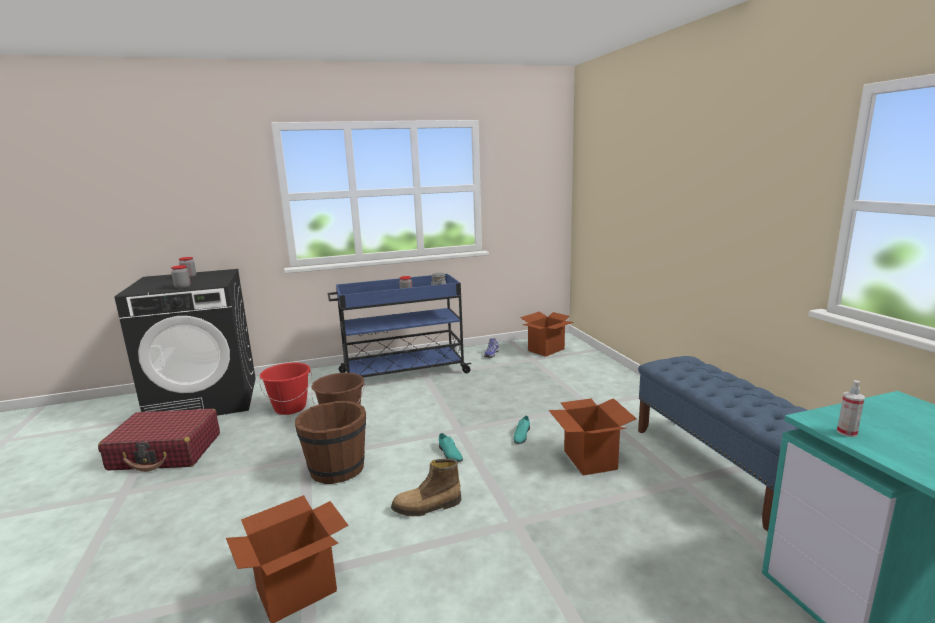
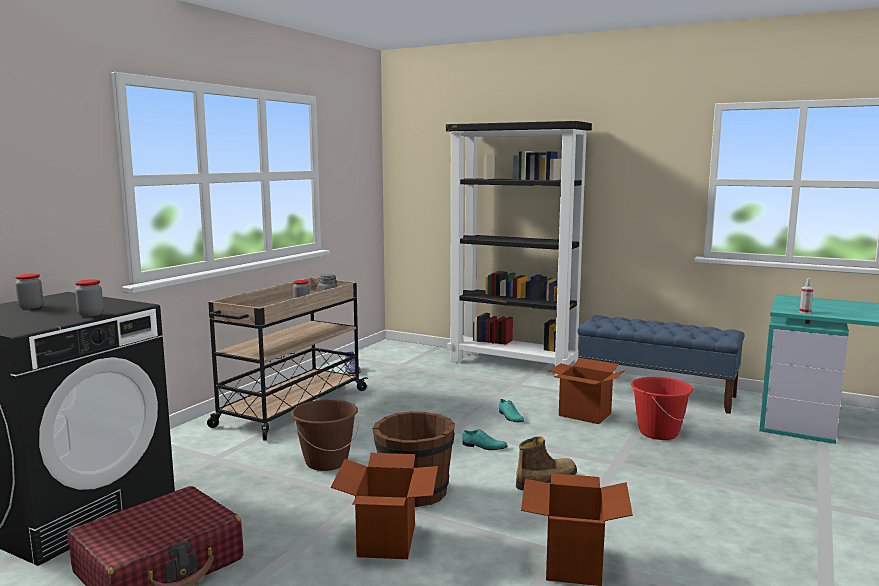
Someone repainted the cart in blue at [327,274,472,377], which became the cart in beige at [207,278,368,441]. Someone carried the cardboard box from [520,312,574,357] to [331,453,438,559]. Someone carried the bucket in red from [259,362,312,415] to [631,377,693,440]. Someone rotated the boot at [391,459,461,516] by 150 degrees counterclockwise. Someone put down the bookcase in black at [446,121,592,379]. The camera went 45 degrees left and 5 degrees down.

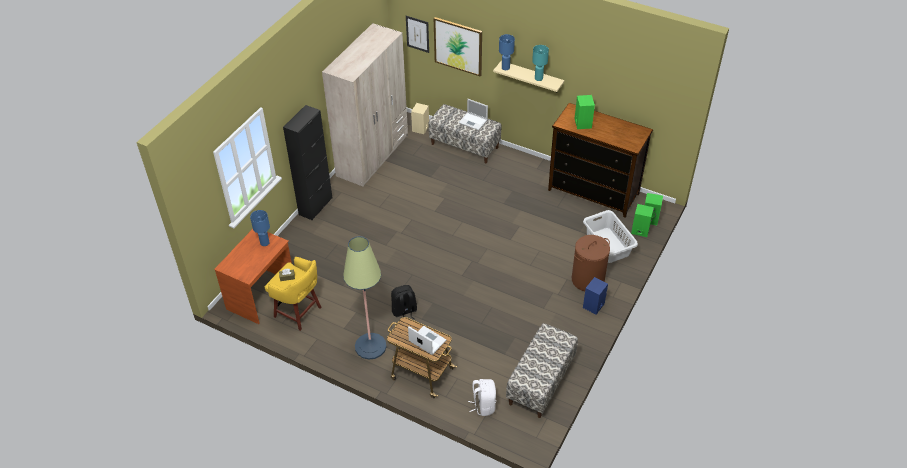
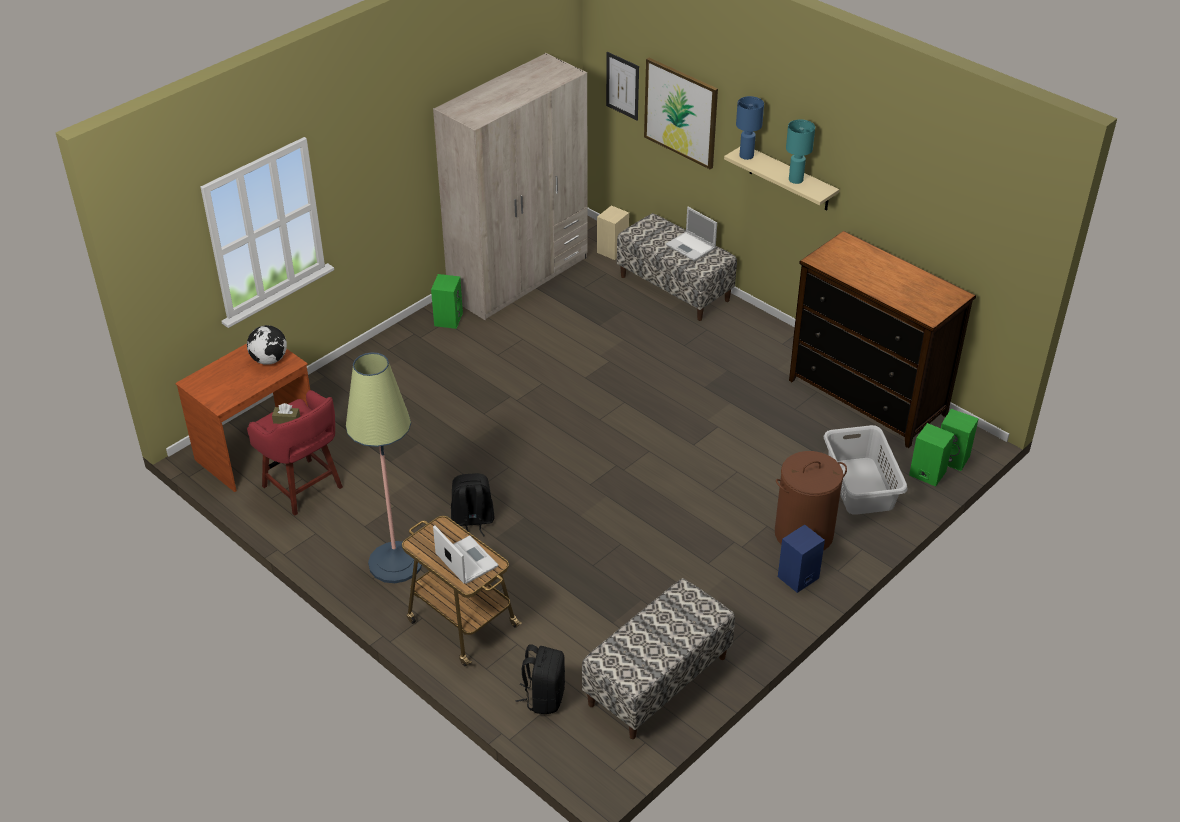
Someone carried the speaker in green from [575,95,595,129] to [431,274,463,329]. Someone took away the cabinet in black at [283,105,333,220]. Someone swapped the table lamp in blue at [250,210,270,246] for the globe at [247,325,287,365]. Someone repainted the stool in yellow at [265,257,322,331], which became the stool in red at [247,390,343,516]. Someone repainted the backpack in white at [468,379,496,416], which became the backpack in black at [516,644,565,714]. The camera went 15 degrees right and 5 degrees down.

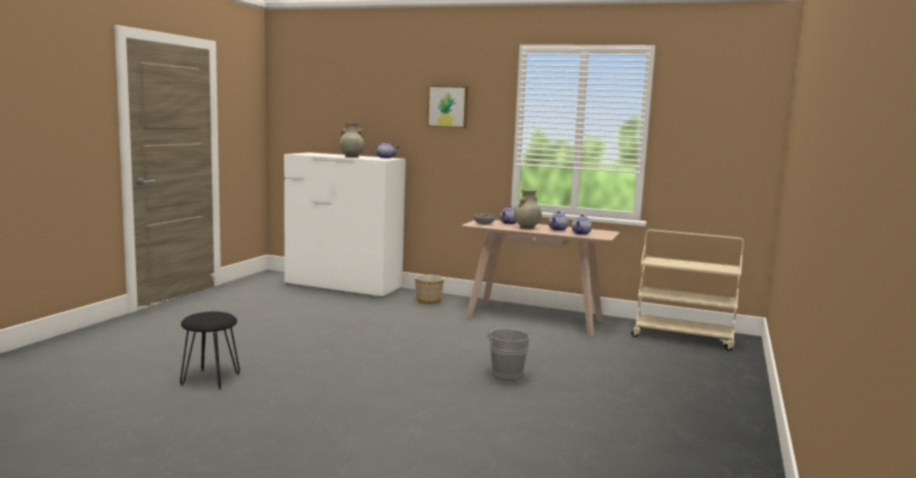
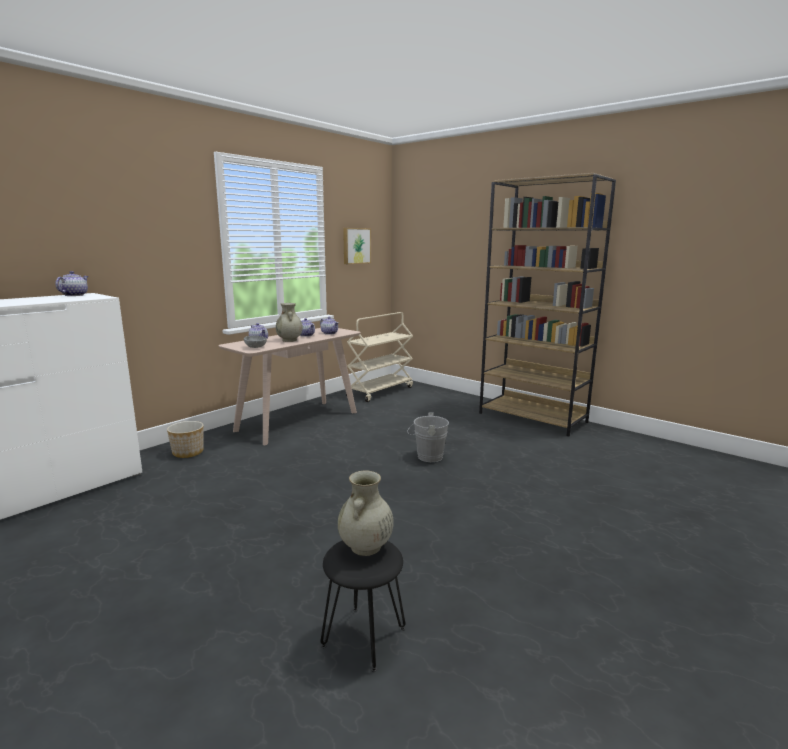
Someone carried the picture from [427,85,468,128] to [343,228,371,264]. Someone carried the vase in beige from [339,122,364,158] to [338,471,394,556]. Someone put down the bookcase in brown at [479,173,616,436]. The camera went 70 degrees left and 5 degrees up.

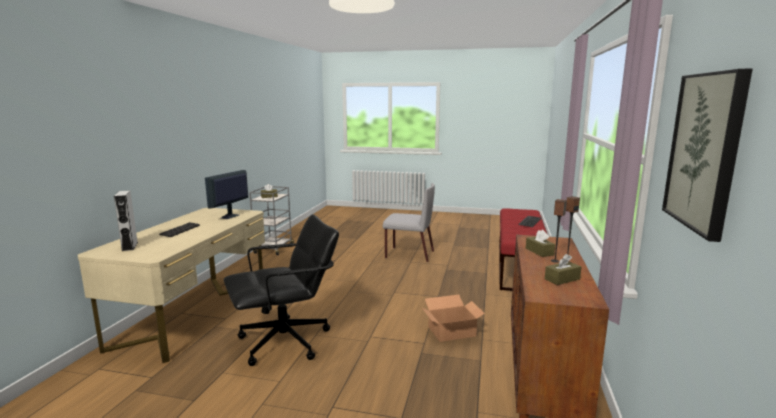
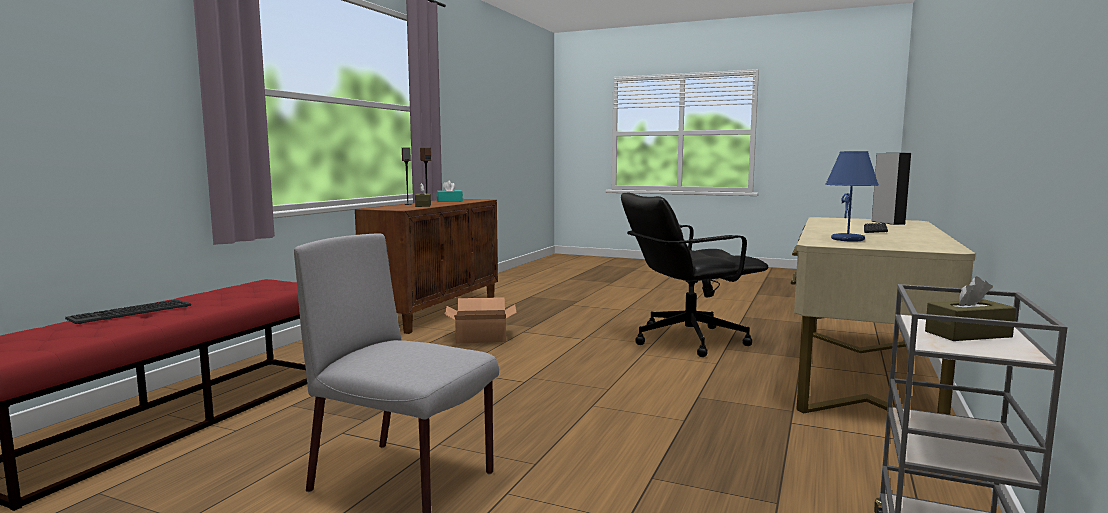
Someone took away the picture at [662,69,753,242]. Someone swapped the monitor at [205,170,248,219] for the table lamp in blue at [825,151,879,242]. Someone repainted the tissue box in brown at [545,254,581,285], which became the tissue box in turquoise at [437,181,463,202]. The camera went 170 degrees left and 5 degrees down.

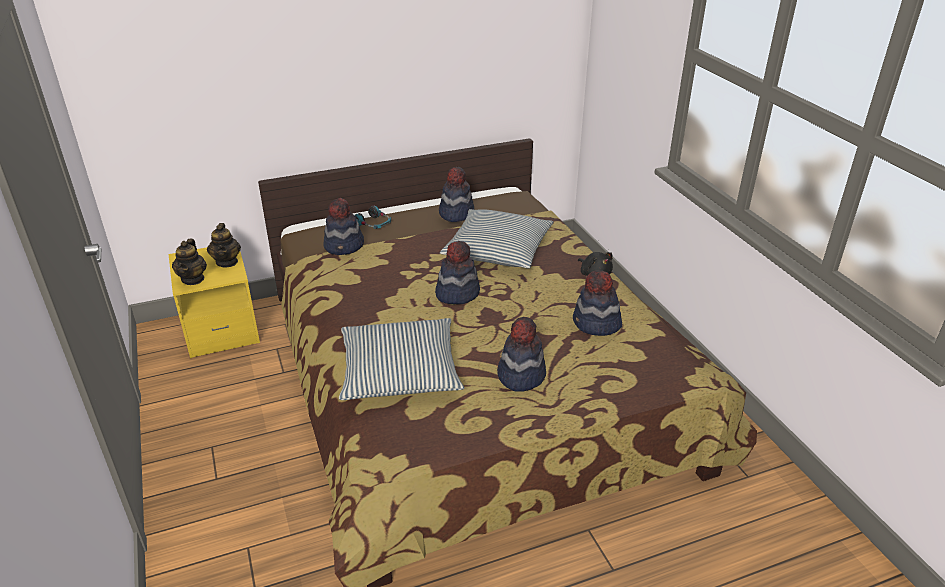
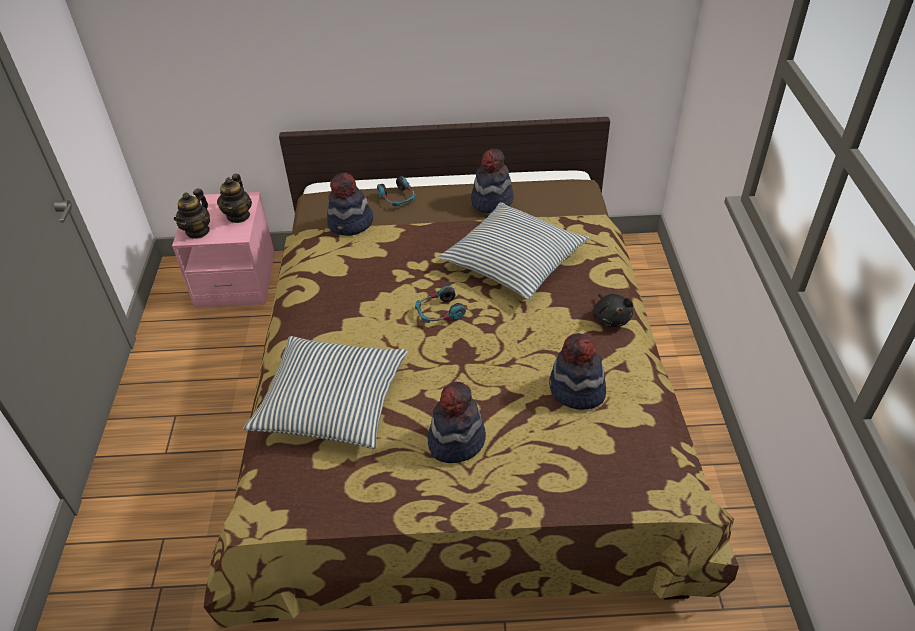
Someone swapped the hat at [435,241,480,304] for the headphones at [415,286,466,323]. Someone repainted the nightstand in yellow at [169,247,260,358], which became the nightstand in pink at [172,192,275,308]. The camera went 20 degrees right and 10 degrees up.

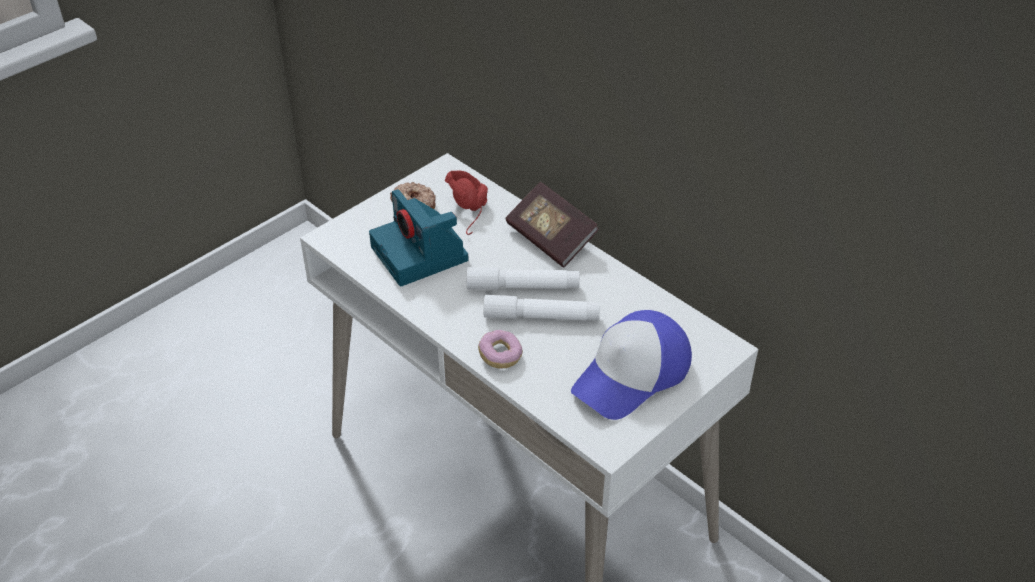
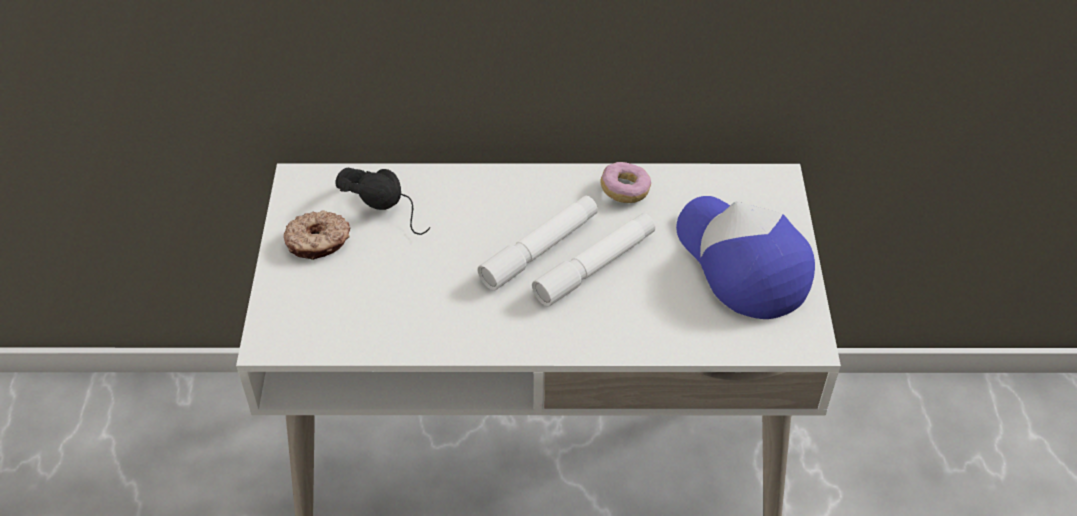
Someone repainted the headphones in red at [445,171,488,235], which became the headphones in black at [335,168,430,235]. Someone took away the book at [505,182,599,267]. Someone took away the photo camera at [369,189,469,286]. Someone rotated the cap at [571,310,692,420] by 150 degrees clockwise. Someone carried the donut from [478,330,523,368] to [600,162,651,203]. The camera went 45 degrees left and 5 degrees up.

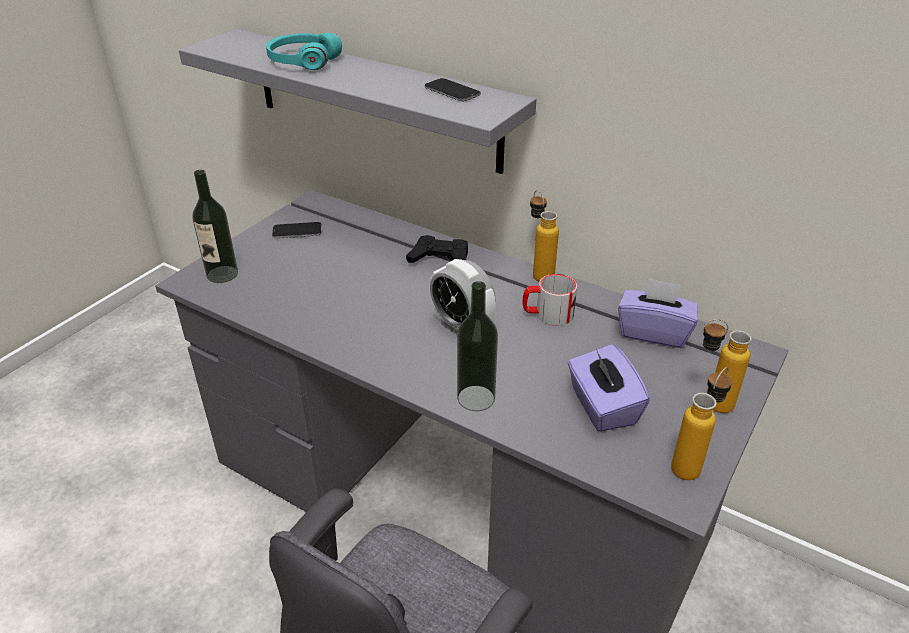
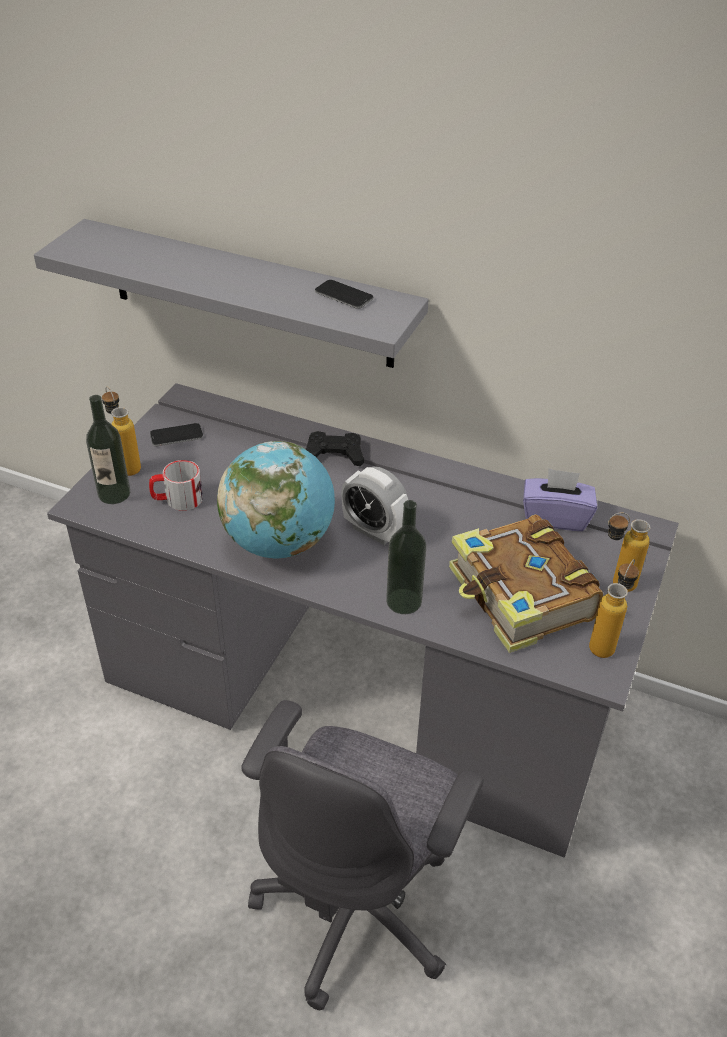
Someone took away the headphones in turquoise at [266,33,342,70]. Someone carried the bottle from [530,190,559,282] to [102,387,141,476]. Someone carried the mug from [523,274,577,326] to [149,460,203,511]. Someone swapped the tissue box in purple at [568,344,650,432] for the book at [449,514,603,653]. Someone put down the globe at [217,441,335,559]. The camera went 10 degrees left and 5 degrees up.

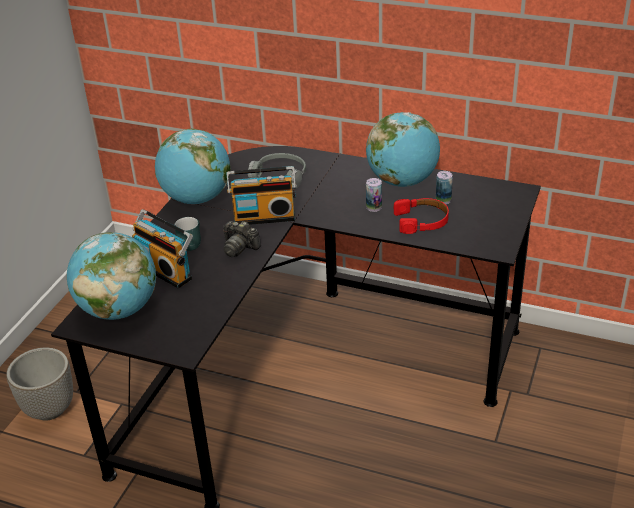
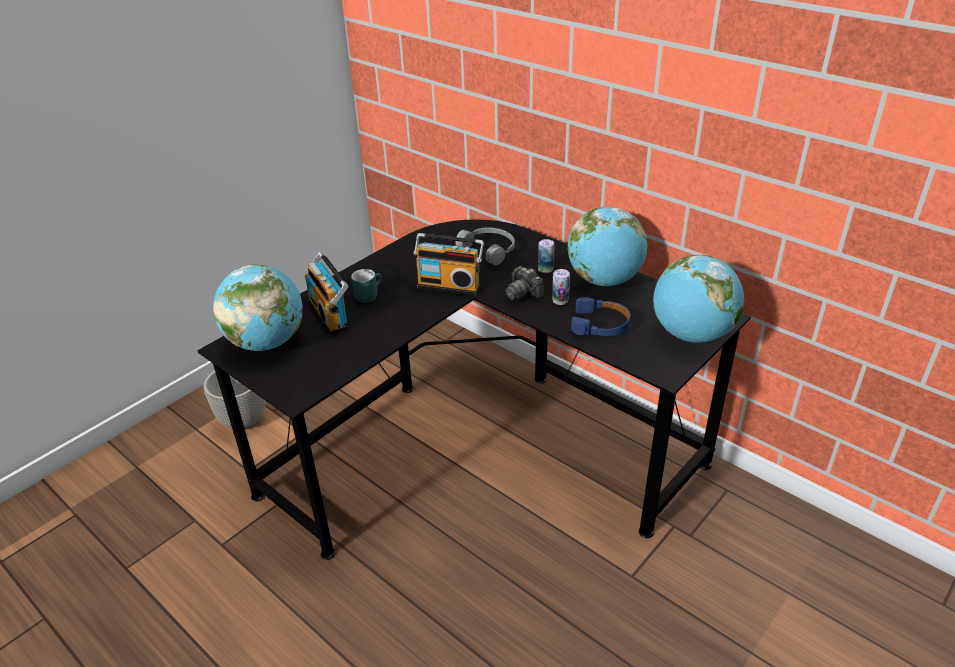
Someone carried the globe from [155,129,230,204] to [653,255,744,343]. Someone carried the can from [436,171,453,204] to [538,239,554,273]. Someone repainted the headphones in red at [394,198,449,234], which became the headphones in blue at [571,297,631,336]. Someone carried the photo camera from [223,221,261,257] to [506,266,544,301]. The camera went 20 degrees right and 0 degrees up.

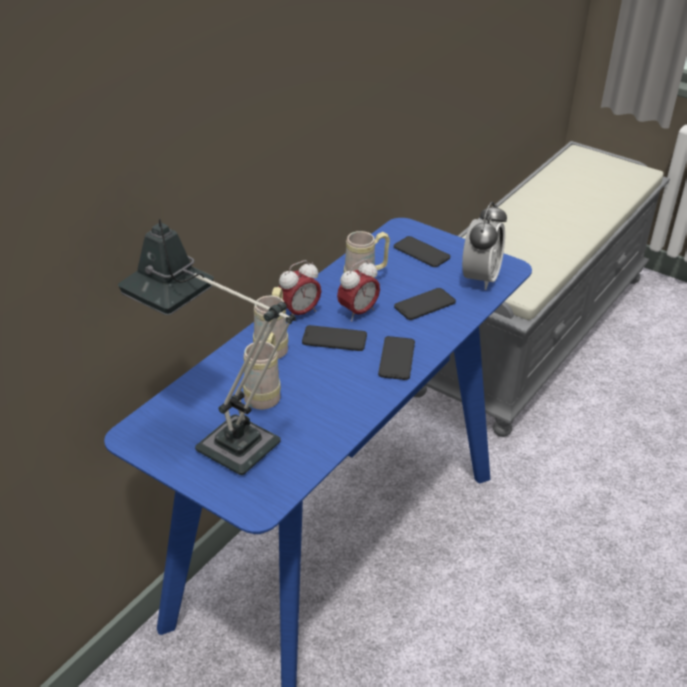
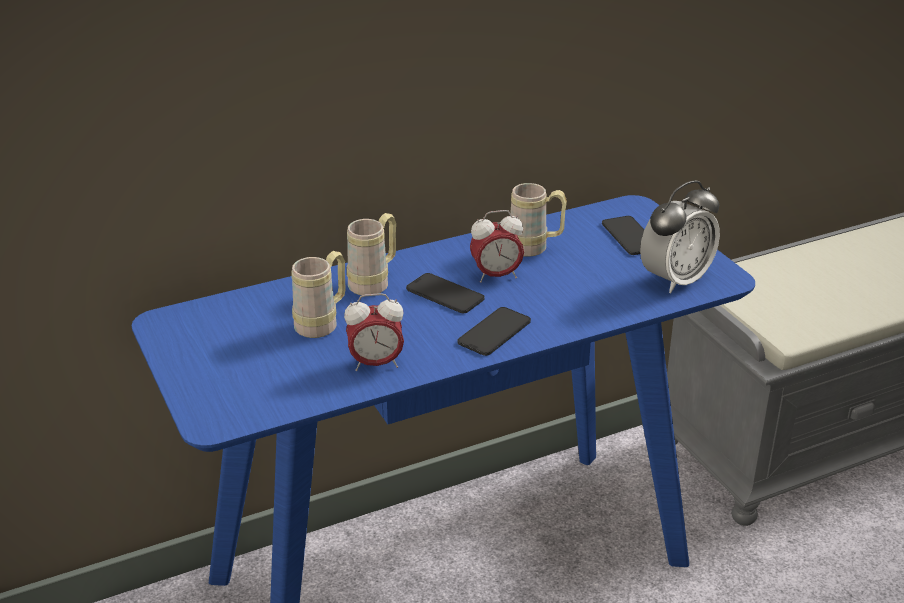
Someone took away the table lamp at [118,219,296,475]. Someone carried the alarm clock from [279,260,321,315] to [344,293,404,371]. Someone took away the phone at [394,288,456,320]. The camera went 30 degrees right and 5 degrees down.

